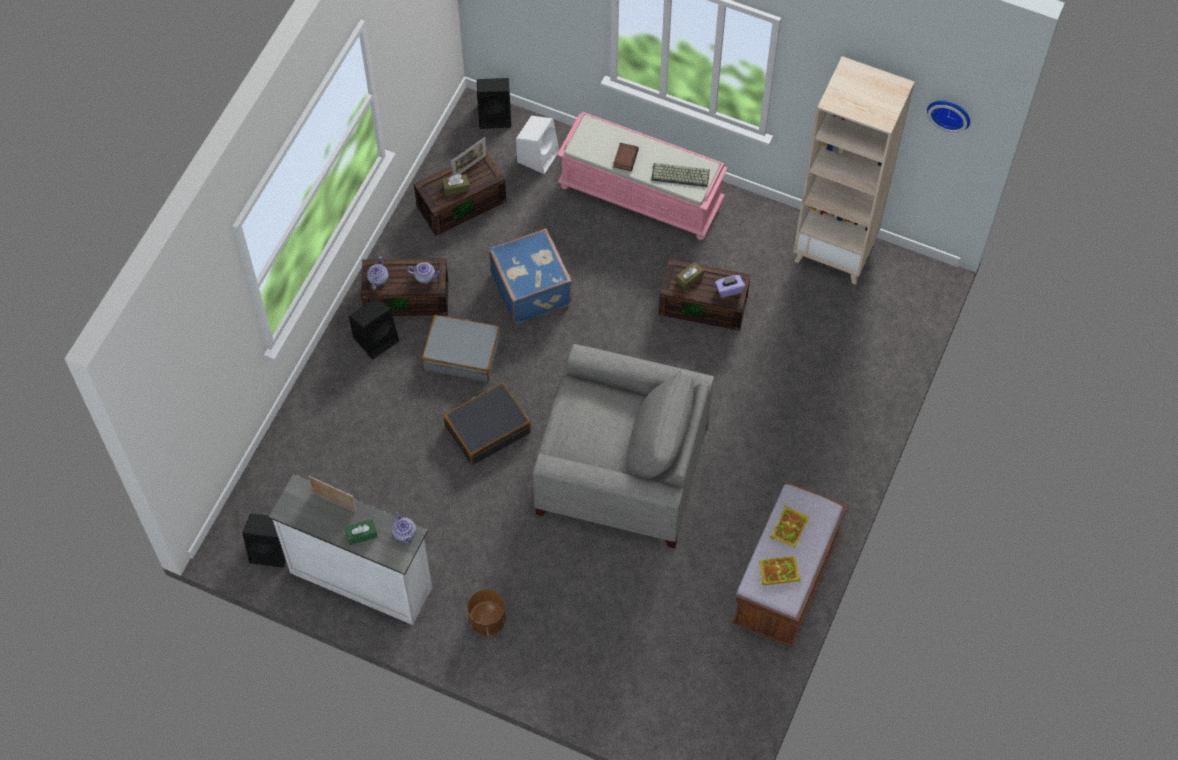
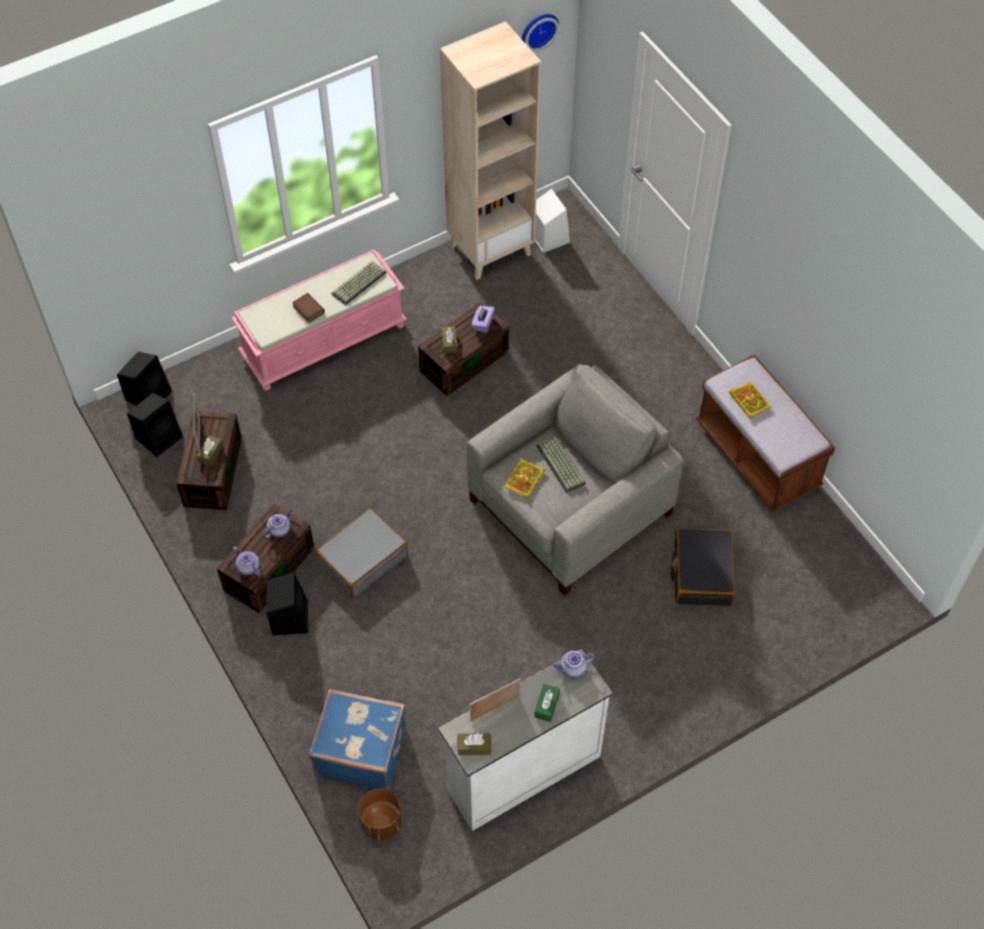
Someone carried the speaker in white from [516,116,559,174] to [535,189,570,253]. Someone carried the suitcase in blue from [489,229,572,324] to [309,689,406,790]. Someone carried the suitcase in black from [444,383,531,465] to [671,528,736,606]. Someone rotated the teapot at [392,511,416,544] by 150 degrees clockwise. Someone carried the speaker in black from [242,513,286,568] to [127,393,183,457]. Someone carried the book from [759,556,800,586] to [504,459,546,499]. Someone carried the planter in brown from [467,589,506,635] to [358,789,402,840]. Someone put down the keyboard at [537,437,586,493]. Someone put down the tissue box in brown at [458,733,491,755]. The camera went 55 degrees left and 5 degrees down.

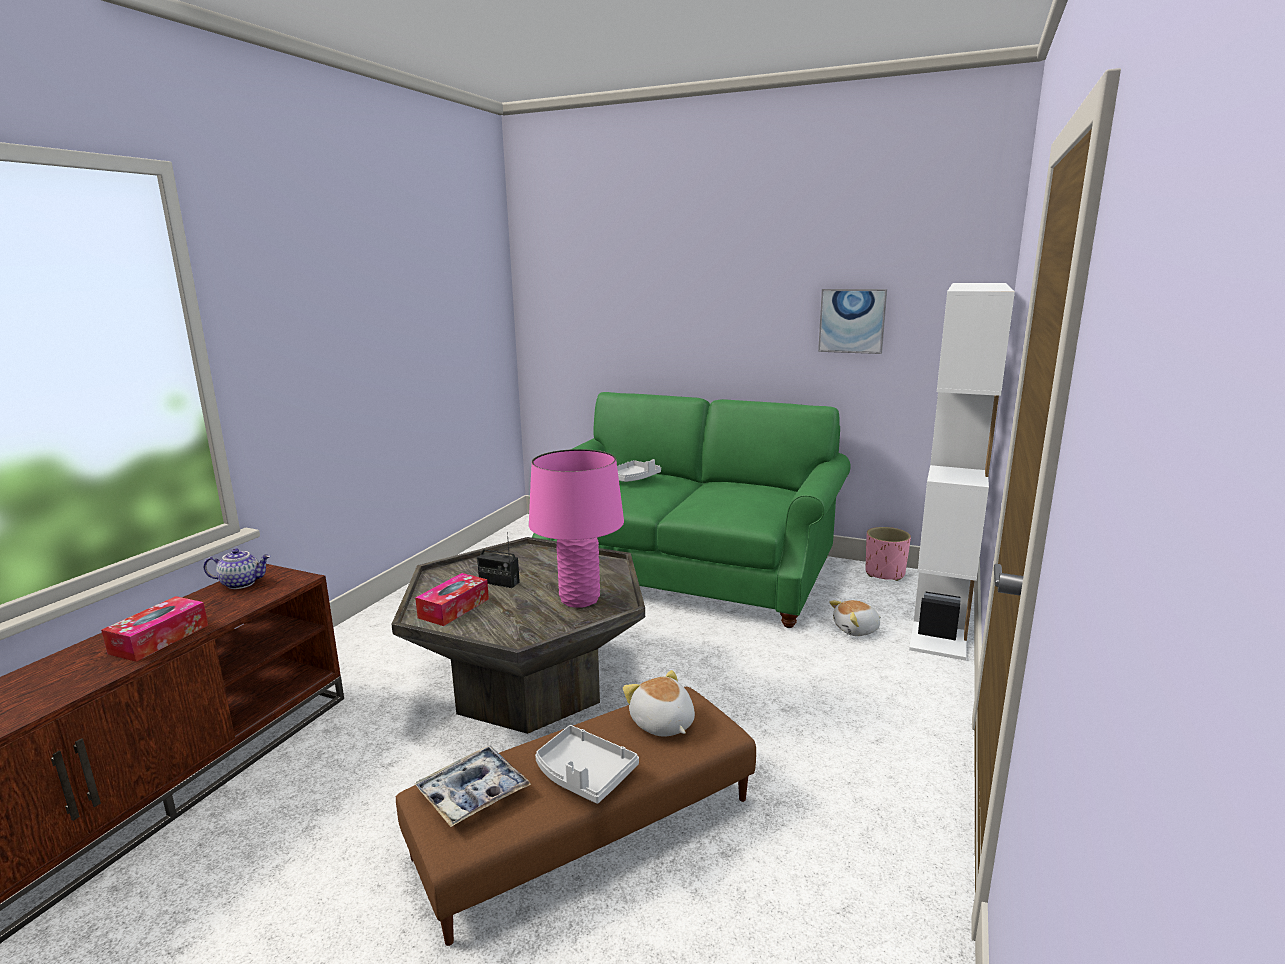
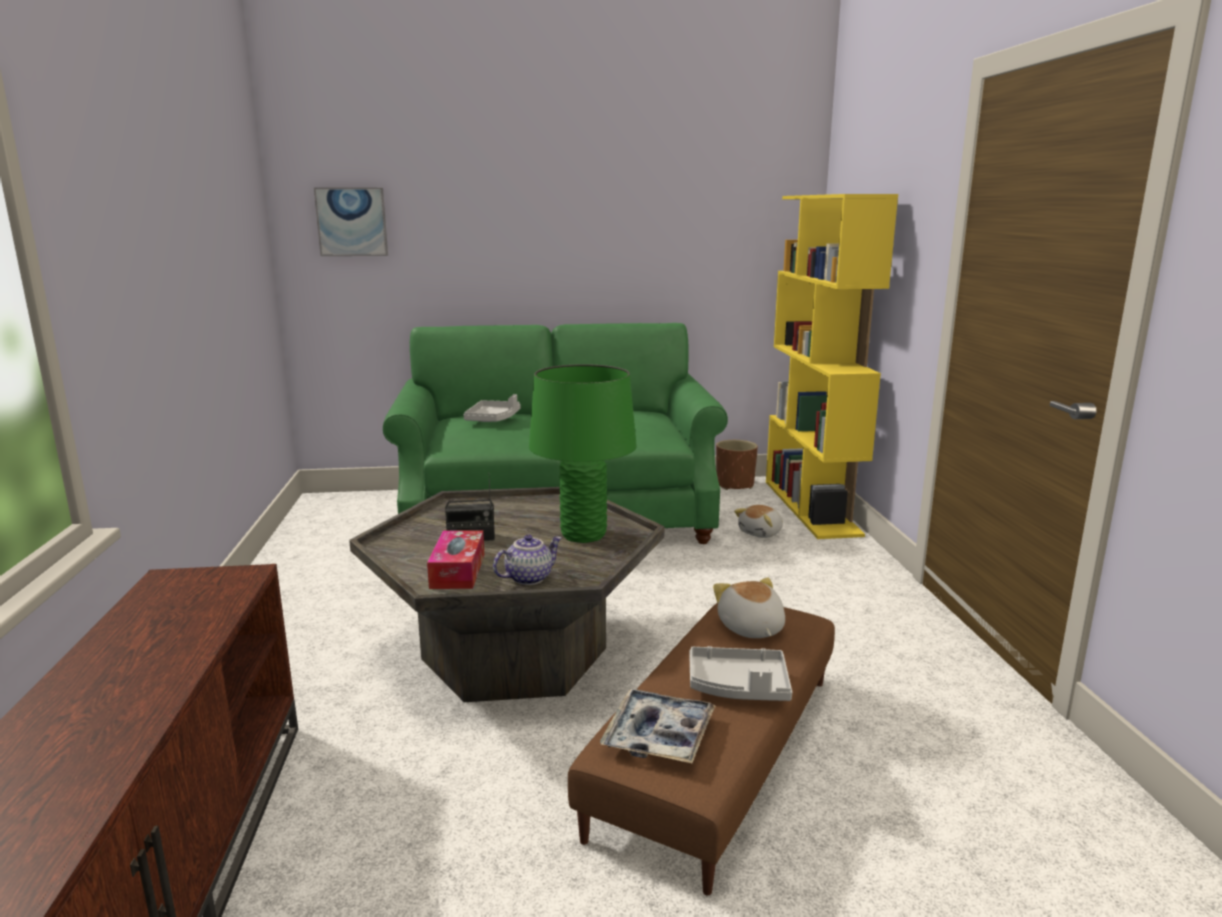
Someone repainted the bookcase in white at [909,283,1015,661], which became the bookcase in yellow at [766,194,898,539]. Someone carried the picture from [818,289,887,354] to [314,187,388,256]. Someone repainted the table lamp in pink at [529,449,624,608], which became the table lamp in green at [529,364,637,543]. Someone repainted the planter in pink at [865,527,911,581], which became the planter in brown at [716,440,758,490]. Someone carried the teapot from [204,548,271,589] to [493,534,562,585]. Someone took away the tissue box at [101,596,208,662]. Someone rotated the plush toy at [623,670,695,737] by 45 degrees clockwise. The camera went 30 degrees left and 0 degrees up.

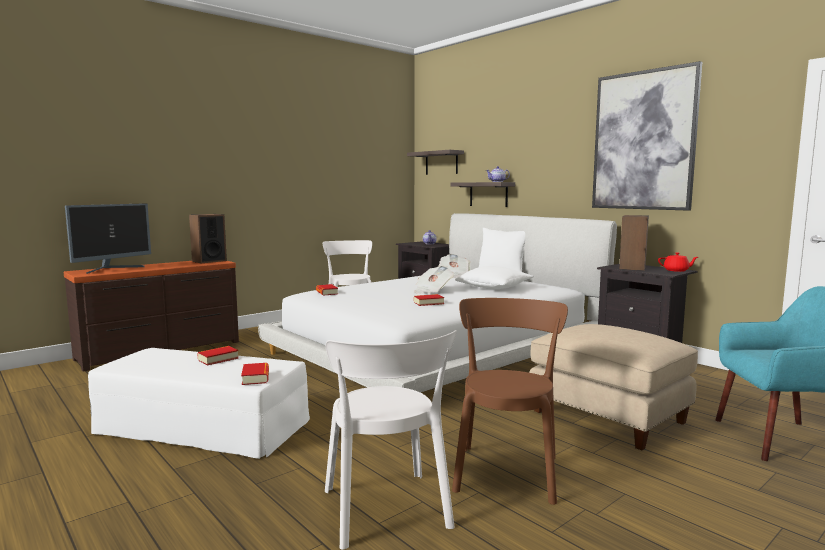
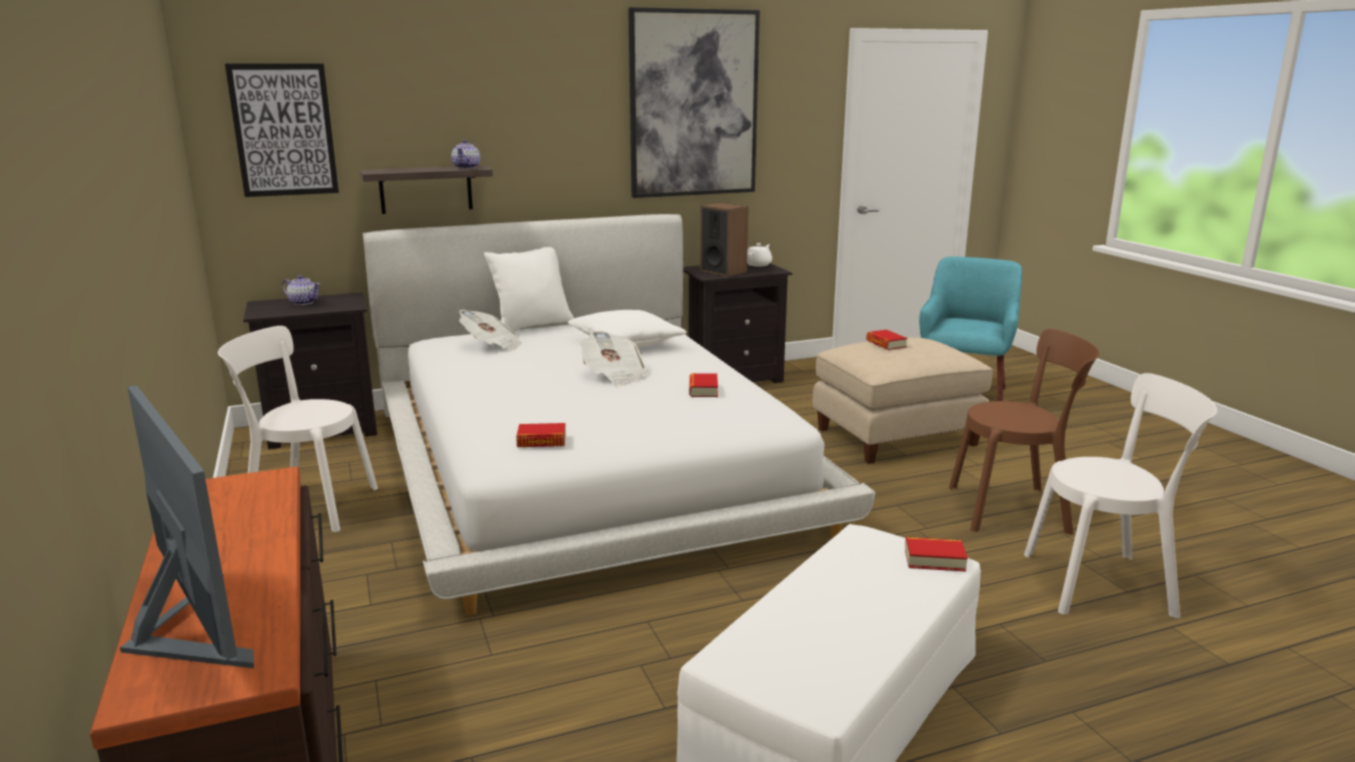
Someone swapped the shelf at [407,150,464,175] for the picture at [225,64,339,197]. Someone took away the speaker at [189,214,227,263]. Someone repainted the teapot in red at [658,252,698,272], which became the teapot in white at [747,243,772,267]. Someone rotated the chair in brown at [452,298,568,505] by 150 degrees clockwise. Someone carried the book from [197,346,239,365] to [866,330,907,350]. The camera went 70 degrees left and 10 degrees up.

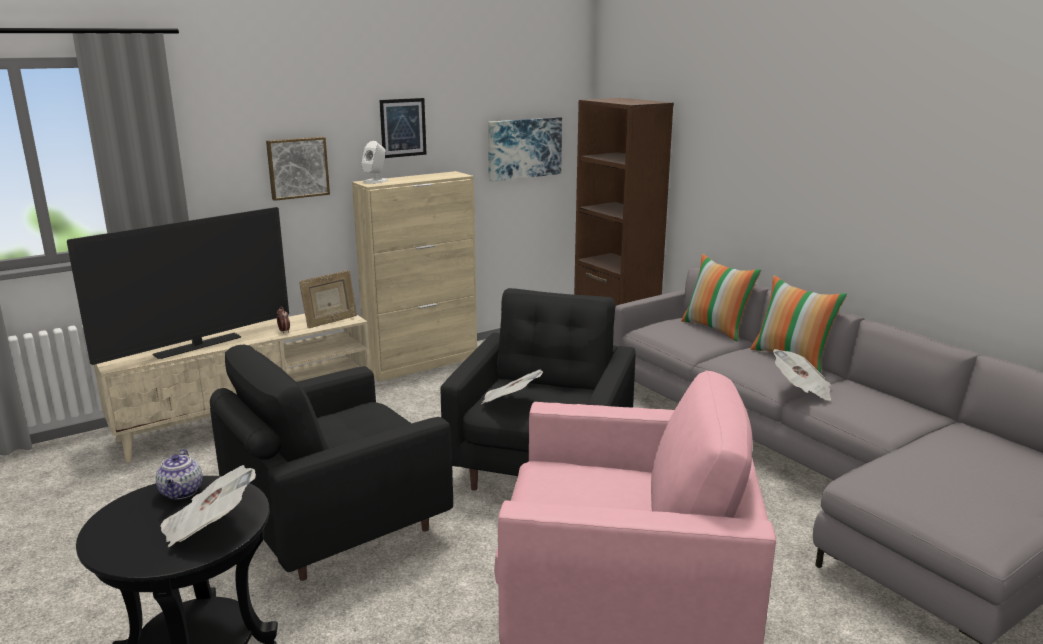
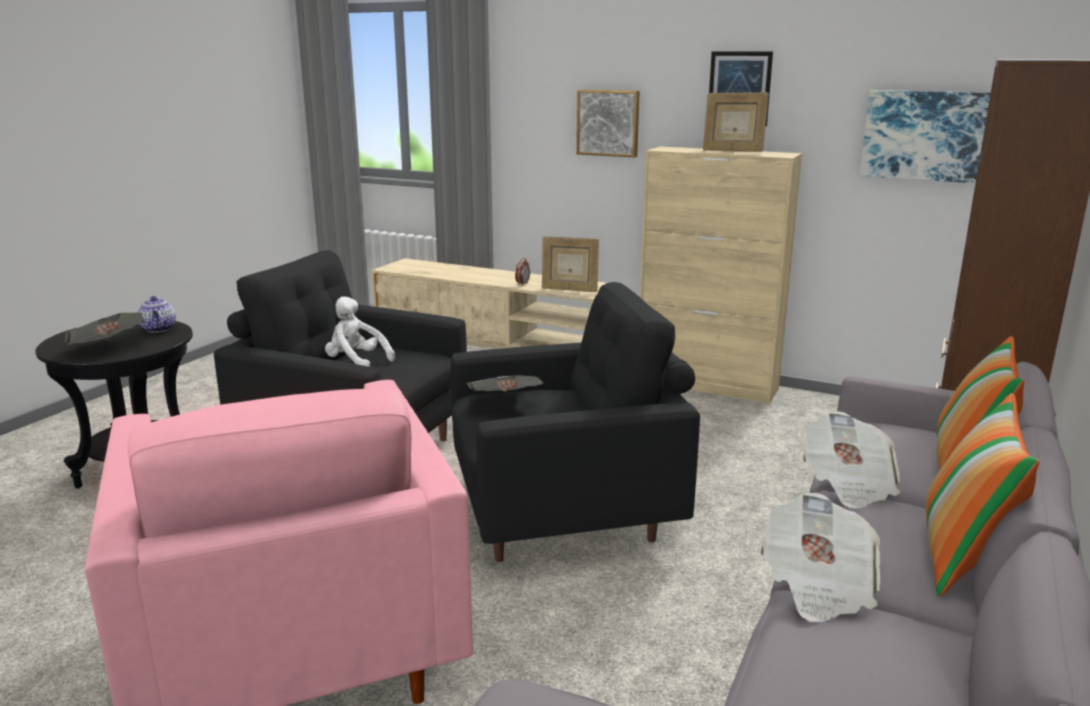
Someone took away the speaker in white at [361,141,388,184]. Someone took away the television at [67,207,289,365]. Someone rotated the teapot at [156,449,203,499] by 75 degrees counterclockwise. Someone put down the picture frame at [703,92,769,152]. Someone put down the plush toy in white at [325,296,395,367]. Someone put down the newspaper at [803,411,900,509]. The camera went 60 degrees right and 0 degrees up.

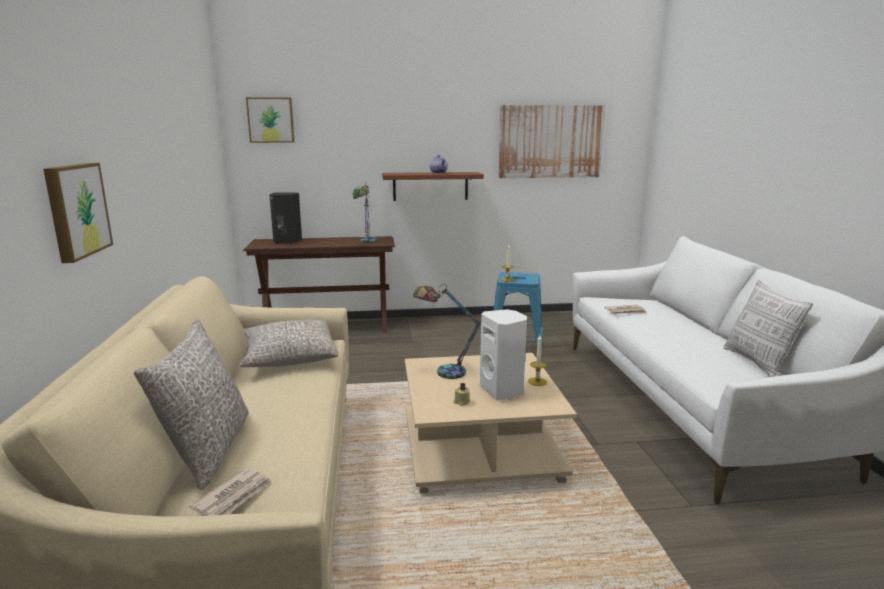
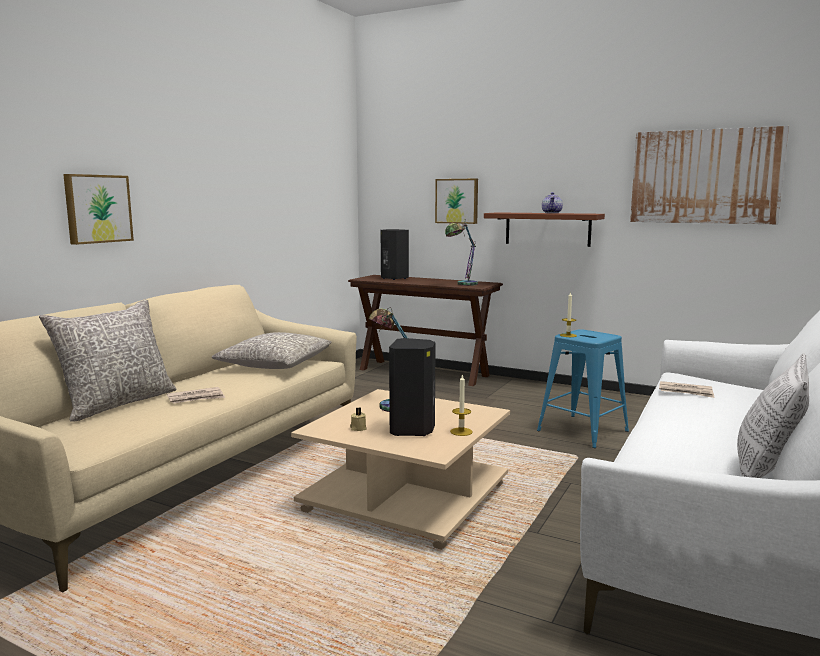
Someone carried the picture from [246,97,295,143] to [435,179,478,224]. Someone repainted the speaker in white at [480,309,527,400], which became the speaker in black at [389,338,436,436]. Someone carried the newspaper from [189,468,272,516] to [167,387,225,404]. The camera went 35 degrees right and 5 degrees down.

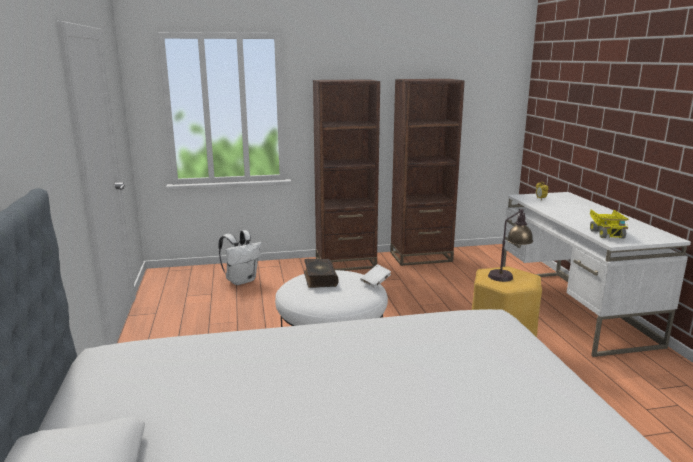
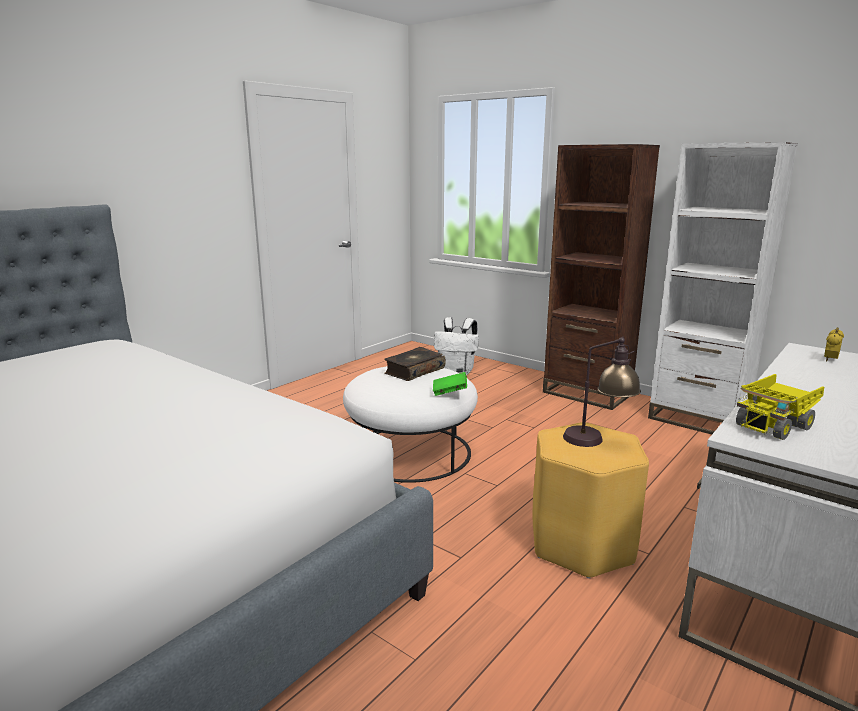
Someone repainted the bookcase in brown at [390,79,465,266], which became the bookcase in white at [648,142,798,435]. Someone repainted the book in white at [360,264,391,288], which became the book in green at [433,372,467,396]. The camera went 50 degrees right and 0 degrees up.

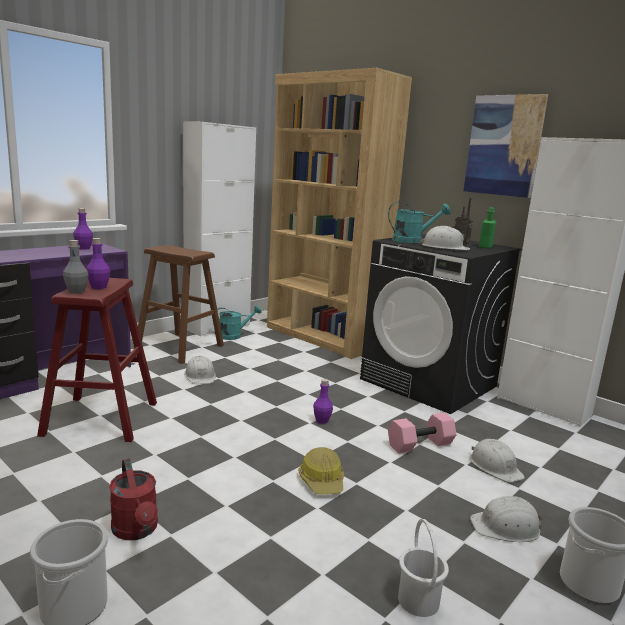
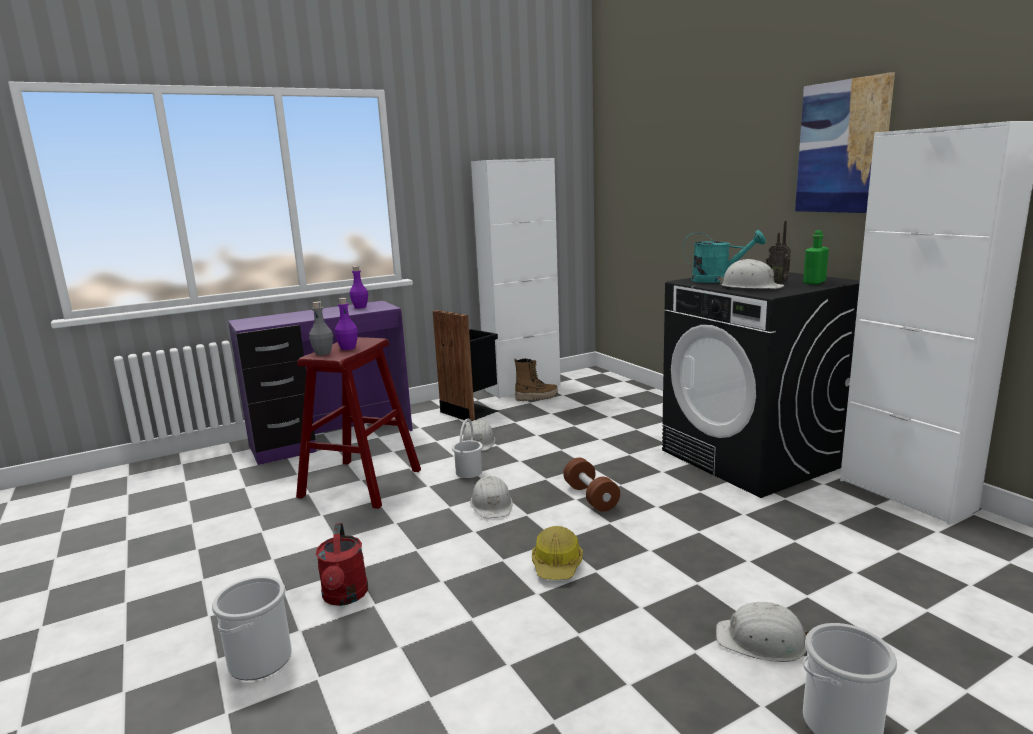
Someone took away the bookcase in brown at [267,68,412,359]. Someone swapped the stool in brown at [138,245,224,364] for the trash can in black at [433,310,498,422]. Someone swapped the watering can in turquoise at [217,305,262,340] for the boot at [514,358,558,401]. Someone swapped the bottle in purple at [313,379,333,424] for the dumbbell in brown at [563,458,620,512]. Someone took away the dumbbell in pink at [388,412,457,453]. Someone carried the hard hat in white from [470,439,525,482] to [470,476,513,518]. Someone carried the bucket in white from [398,519,449,617] to [452,419,483,478]. The camera went 20 degrees right and 0 degrees up.

